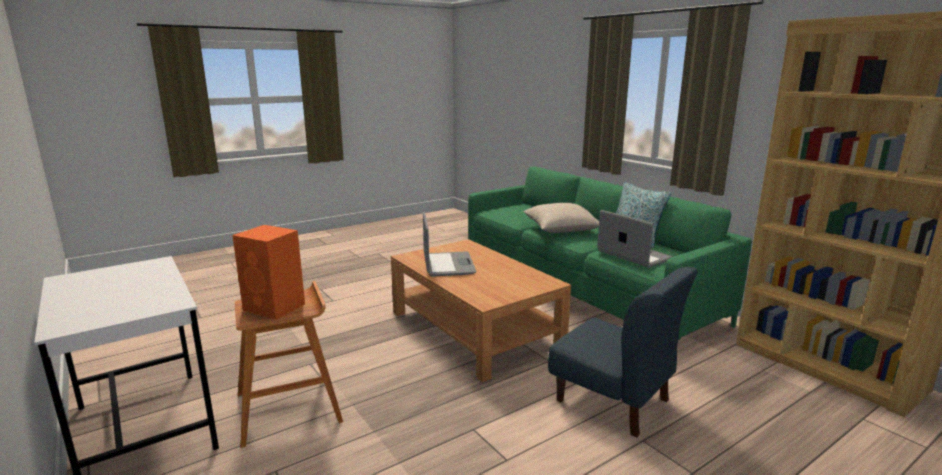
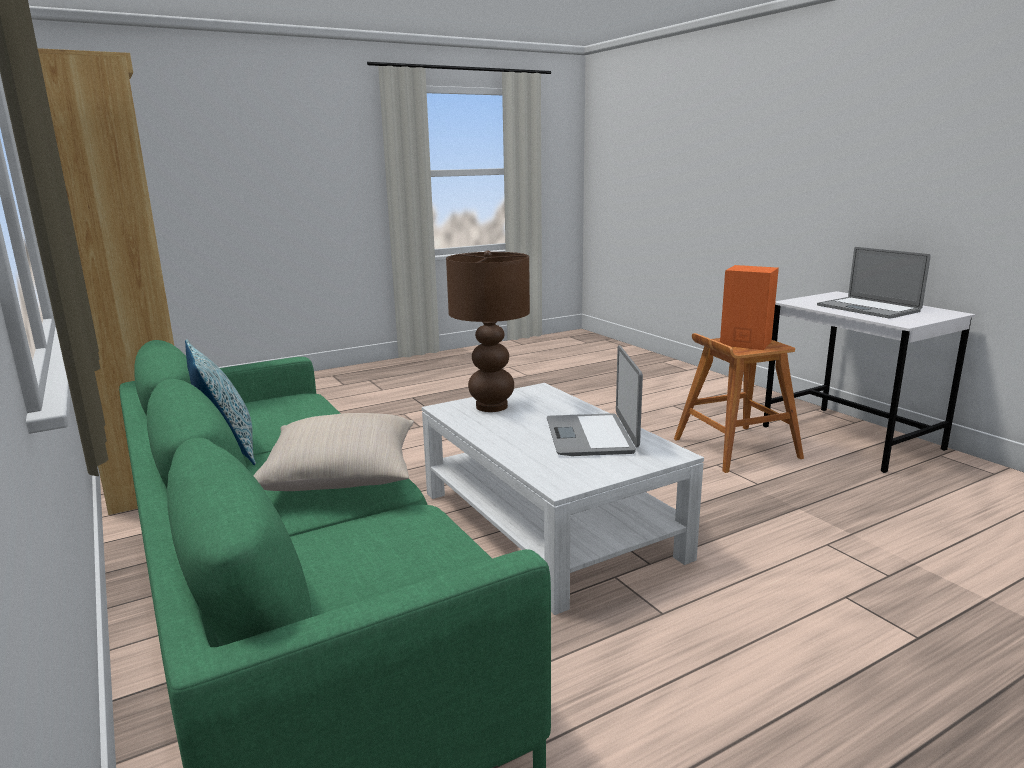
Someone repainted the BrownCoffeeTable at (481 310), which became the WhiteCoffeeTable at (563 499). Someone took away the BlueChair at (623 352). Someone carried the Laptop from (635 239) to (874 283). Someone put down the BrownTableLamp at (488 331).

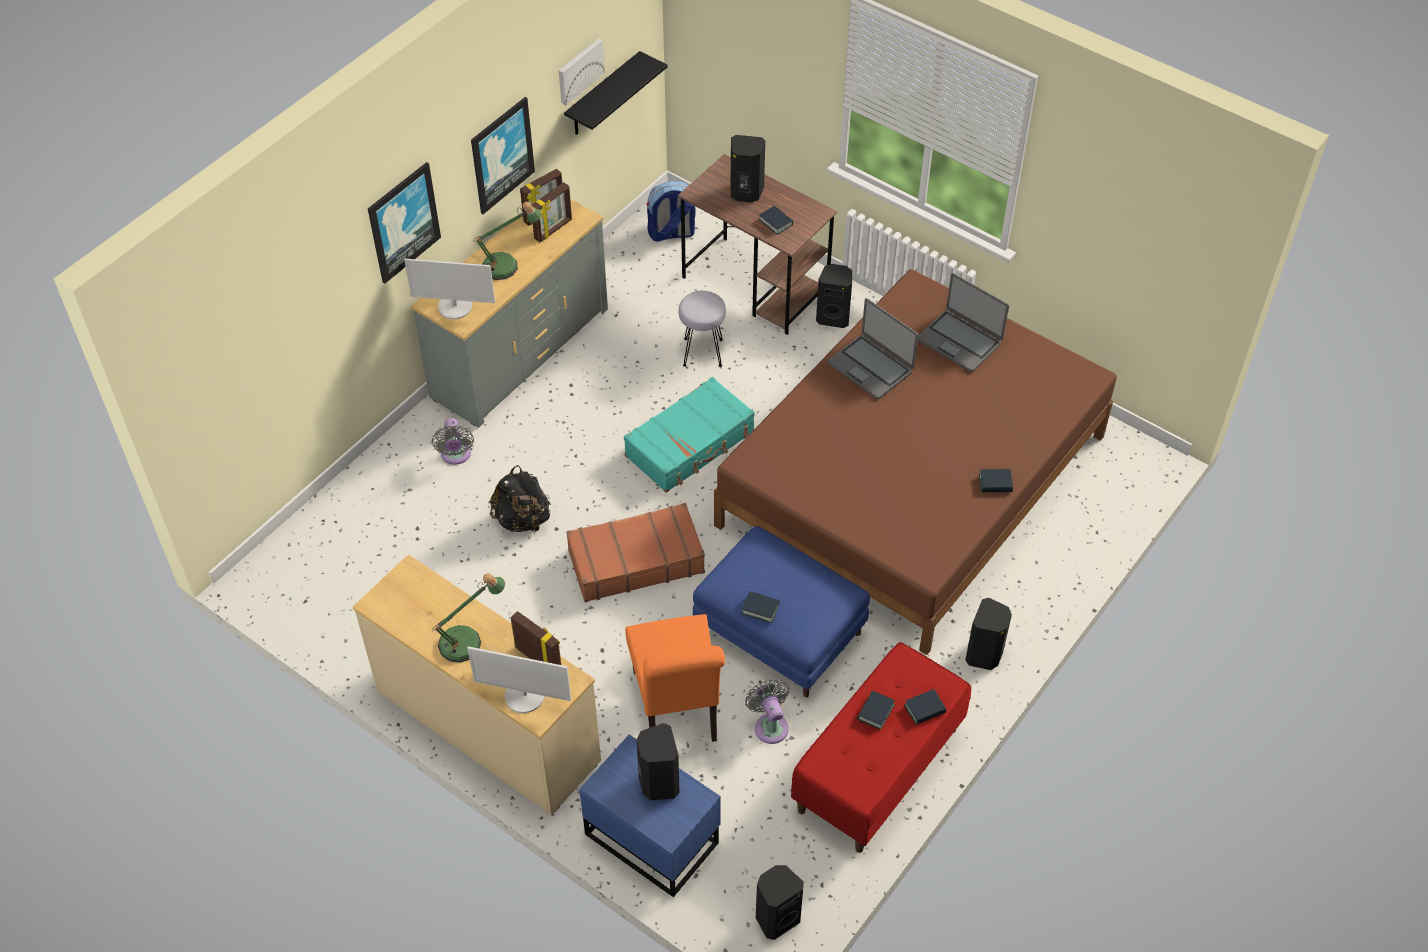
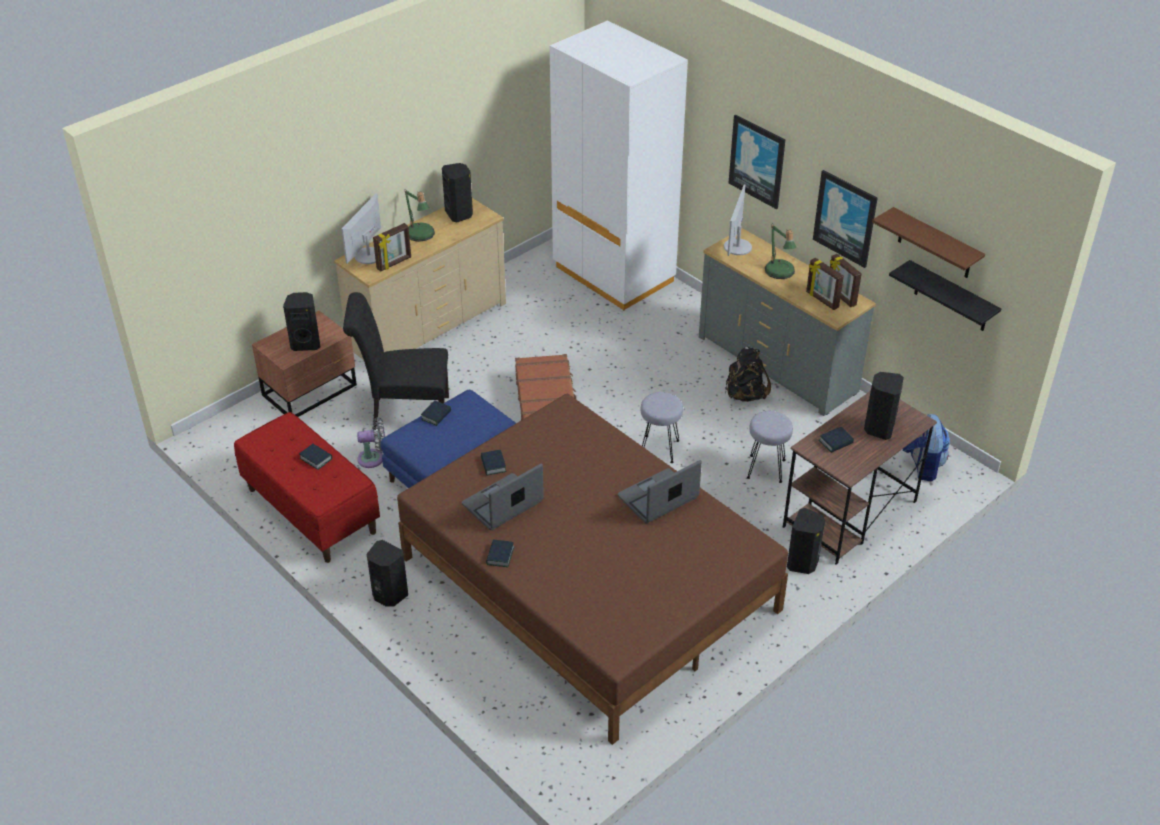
Someone took away the GreyFan at (453 441). Someone carried the BlackBackpack from (520 499) to (748 374). Someone swapped the Picture at (582 71) for the BrownShelf at (928 242). Someone repainted the BlueNightstand at (650 815), which became the BrownNightstand at (304 364). Someone swapped the TurquoiseSuitcase at (689 435) for the GreyStool at (662 427). Someone repainted the OrangeChair at (675 678), which became the BlackChair at (396 361). Someone carried the BlackSpeaker from (780 902) to (457 192). Someone carried the Book from (925 707) to (493 462). Someone carried the Laptop from (963 322) to (503 496). Someone put down the WhiteWardrobe at (619 165).

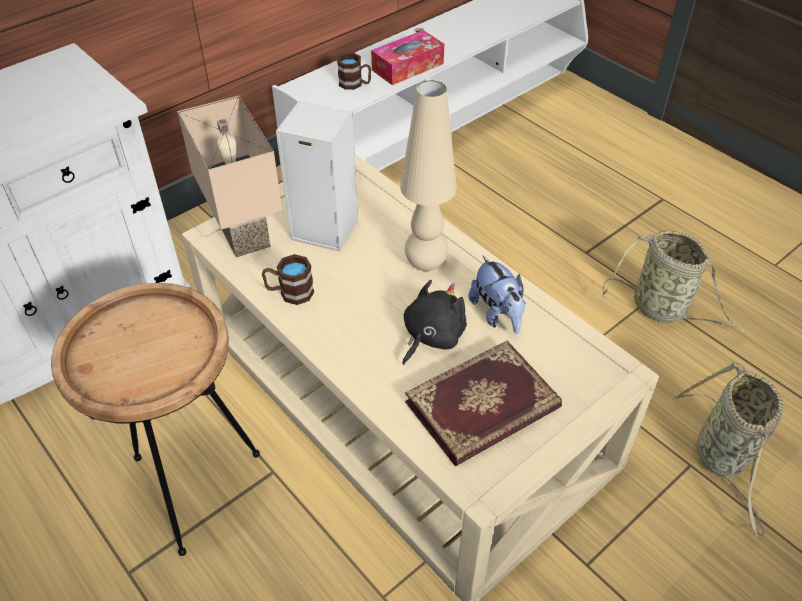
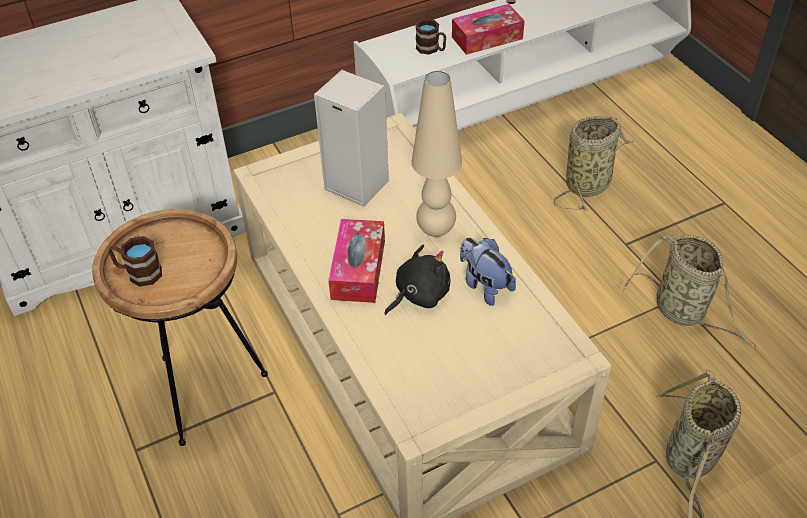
Someone took away the BeigeTableLamp at (229 177). Someone carried the BrownMug from (288 279) to (135 261). Someone took away the Book at (483 403). Someone rotated the PlushToy at (497 295) by 150 degrees clockwise. Someone put down the TissueBox at (356 261). Someone put down the Basket at (594 163).

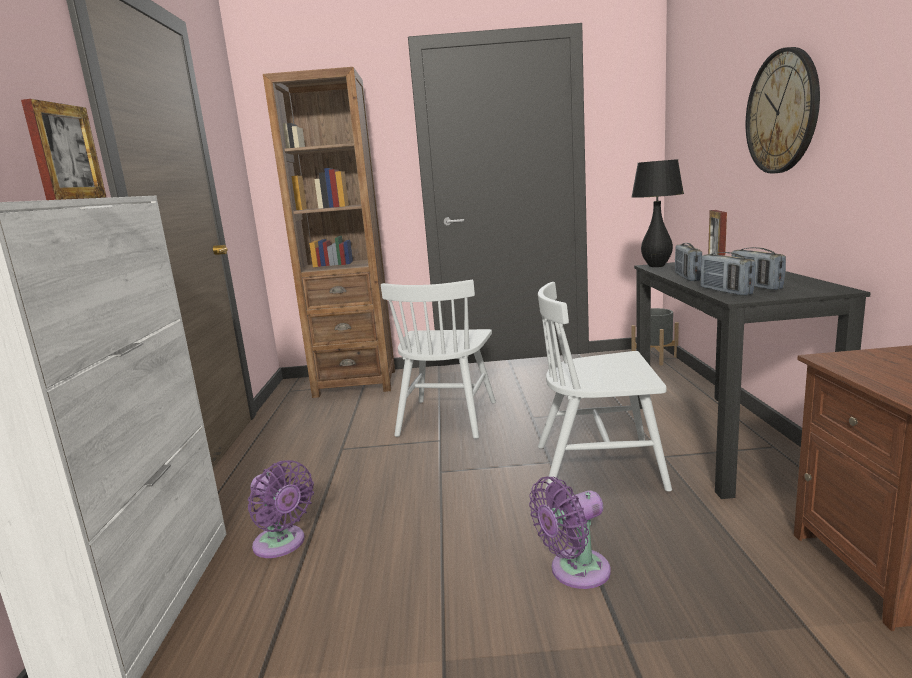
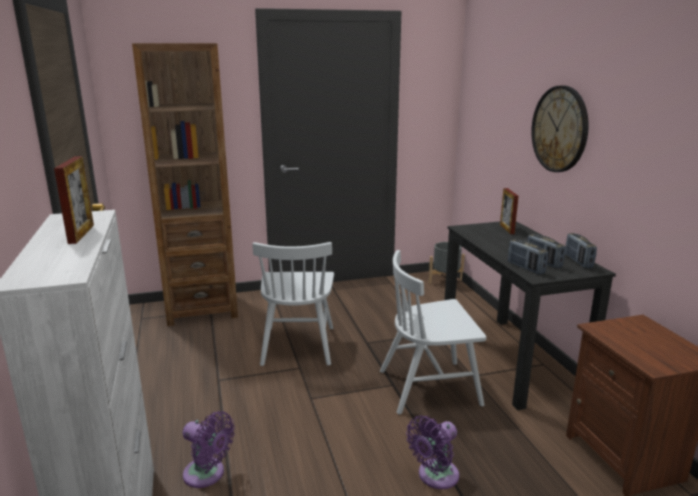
Someone took away the BlackTableLamp at (658 213). Someone carried the Radio from (688 262) to (581 250).

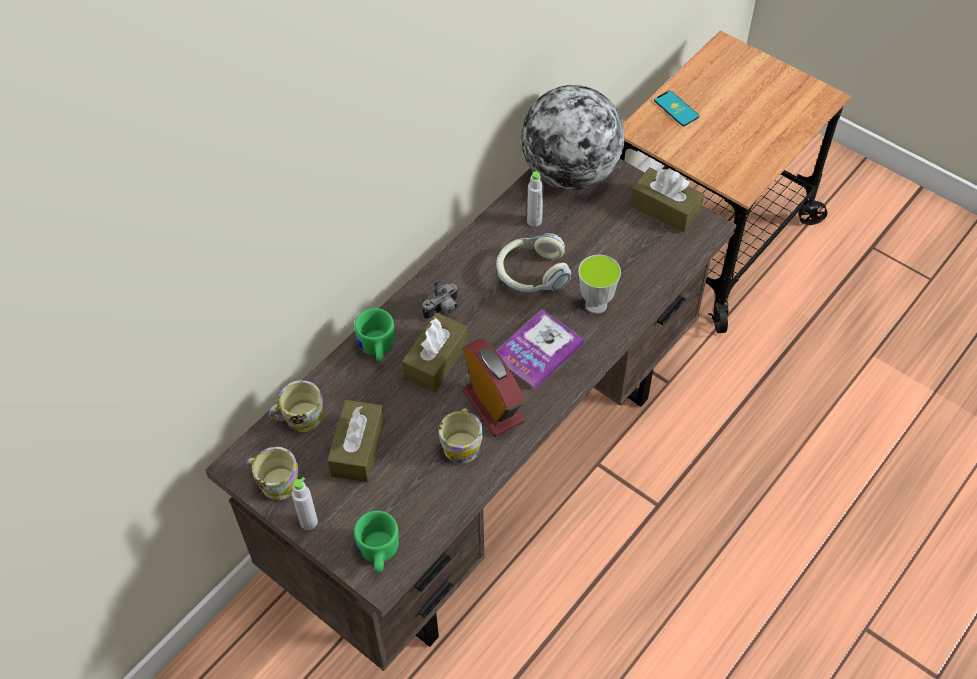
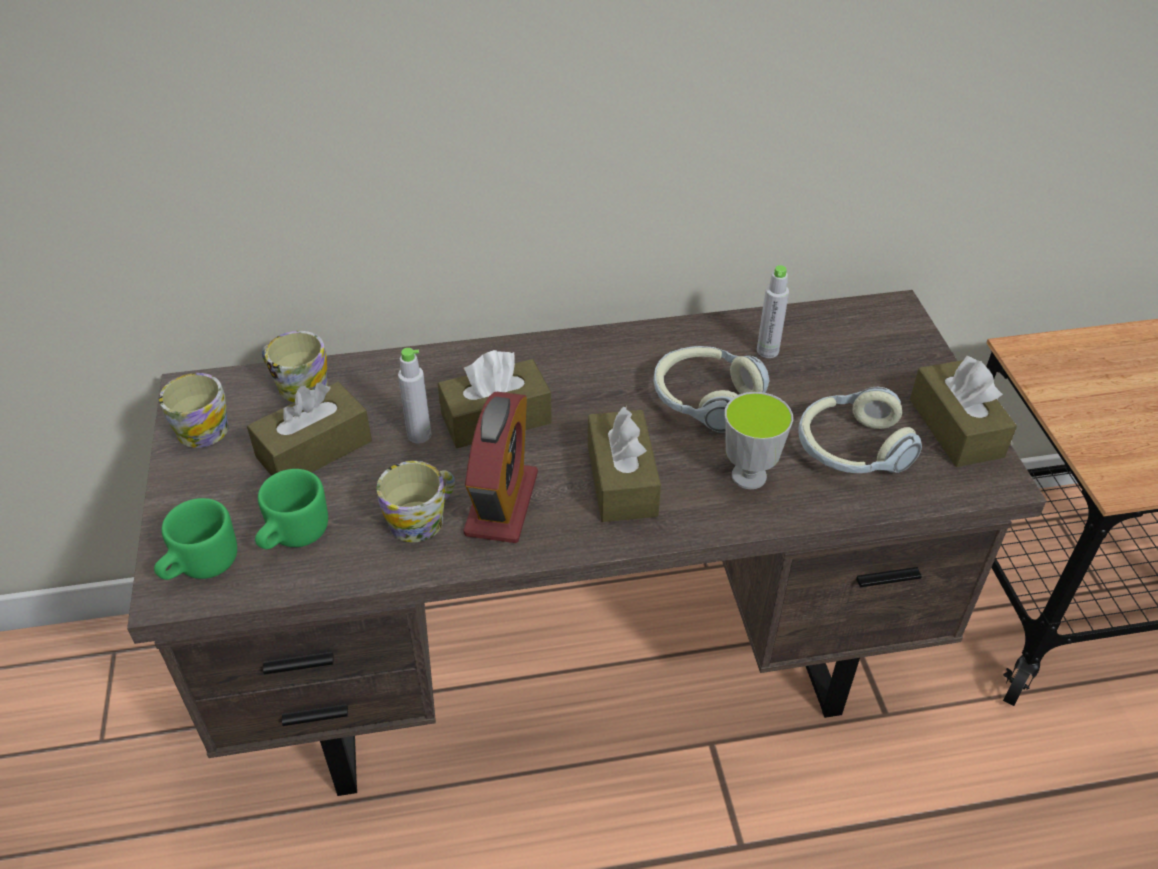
Someone carried the GreyBottle from (305 503) to (415 395). Someone carried the GreenMug from (374 334) to (291 509). Someone took away the PhotoCamera at (440 300). Someone swapped the Book at (540 349) for the BrownTissueBox at (624 464). Someone took away the Globe at (573 137). Someone took away the Phone at (676 108). Someone put down the Headphones at (860 430).

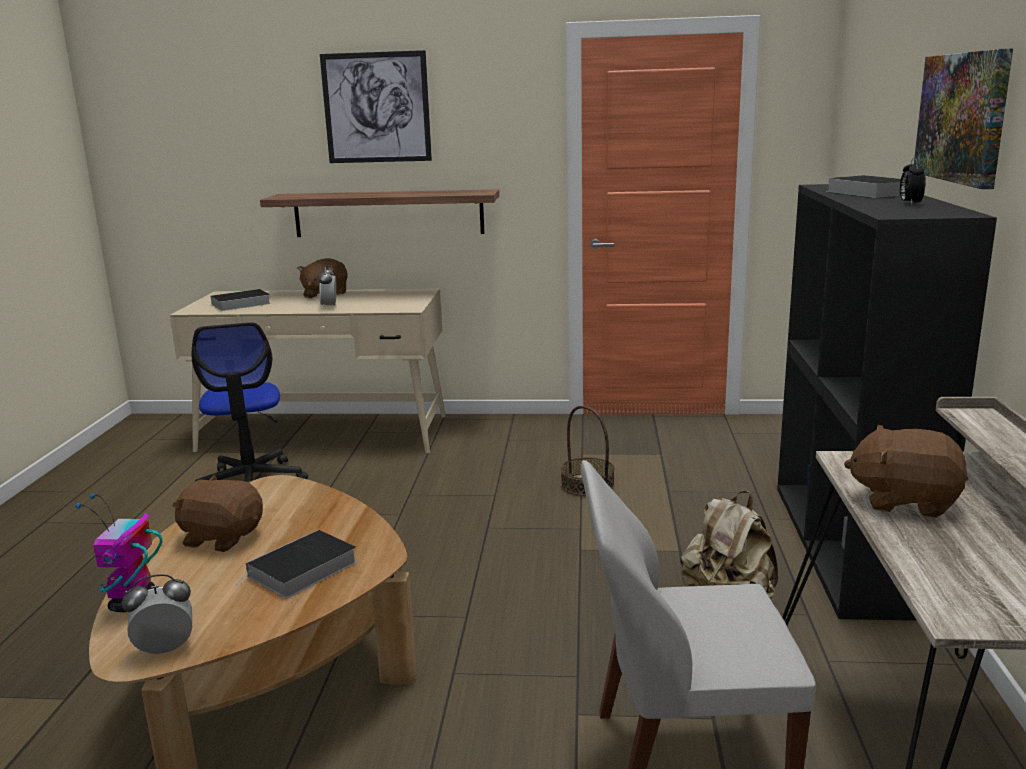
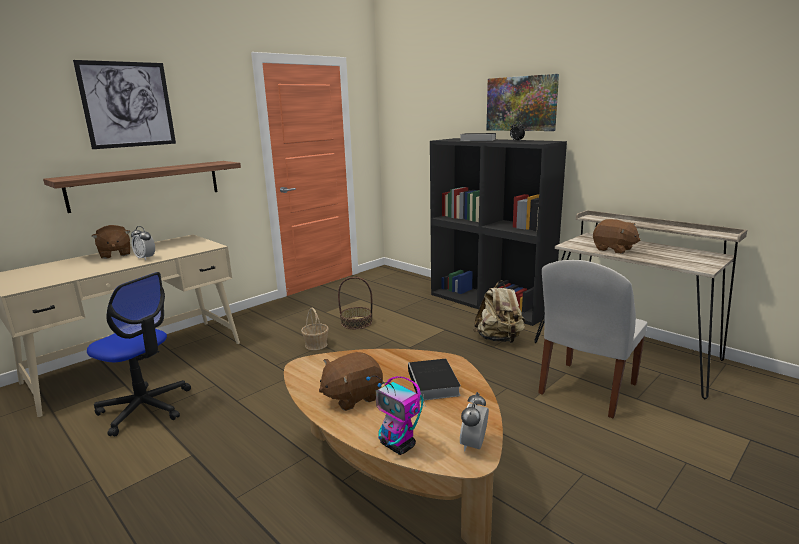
Someone took away the Book at (237 300). Someone rotated the BrownPlushToy at (906 471) by 105 degrees counterclockwise. Someone put down the Basket at (315 329).

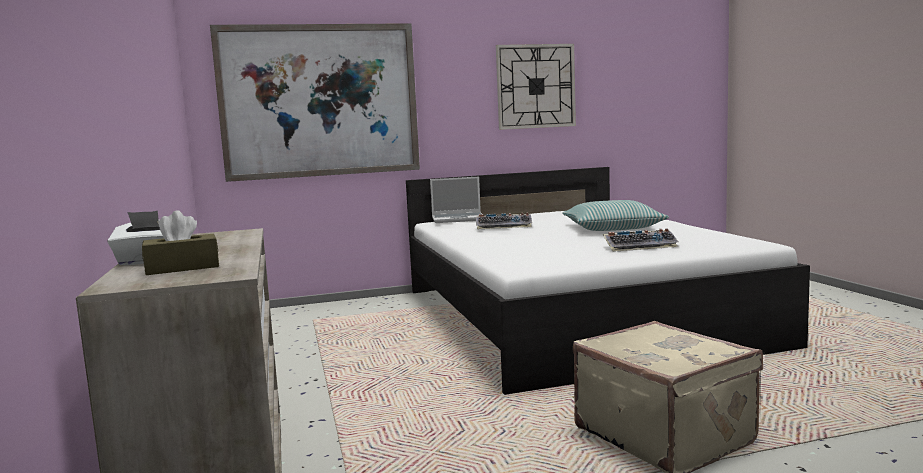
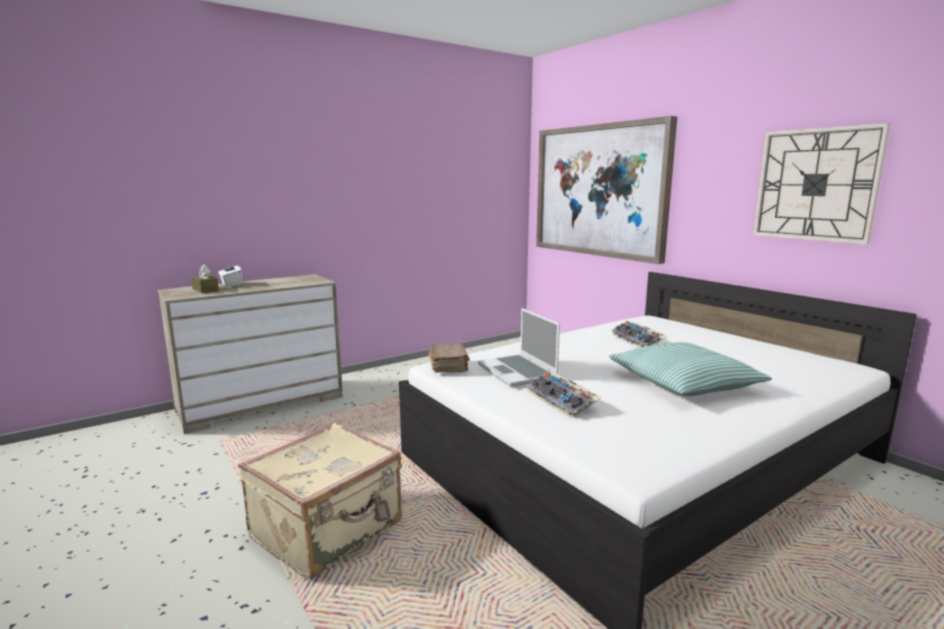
Someone carried the Laptop from (456 199) to (519 347). Someone put down the BrownBook at (449 358).

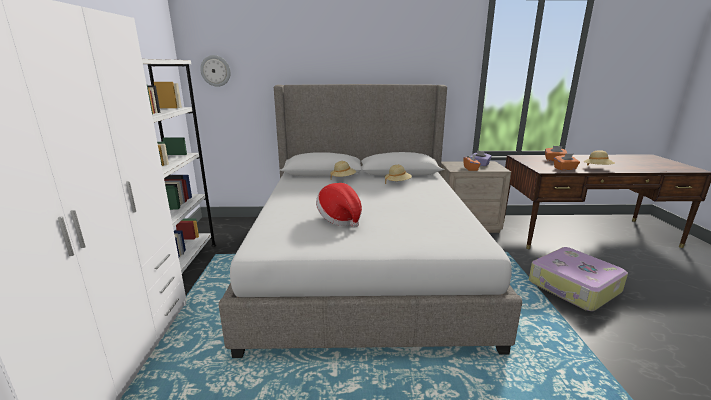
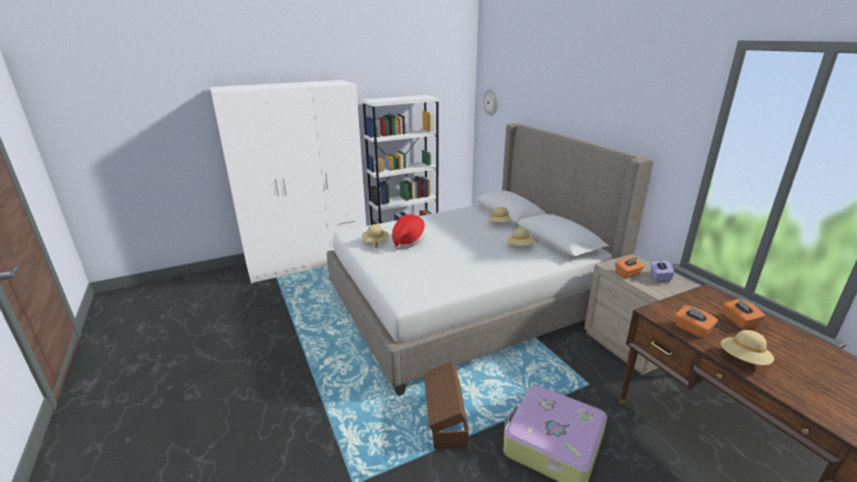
Someone put down the BeigeHat at (375 236). Someone put down the BrownStorageBox at (446 405).

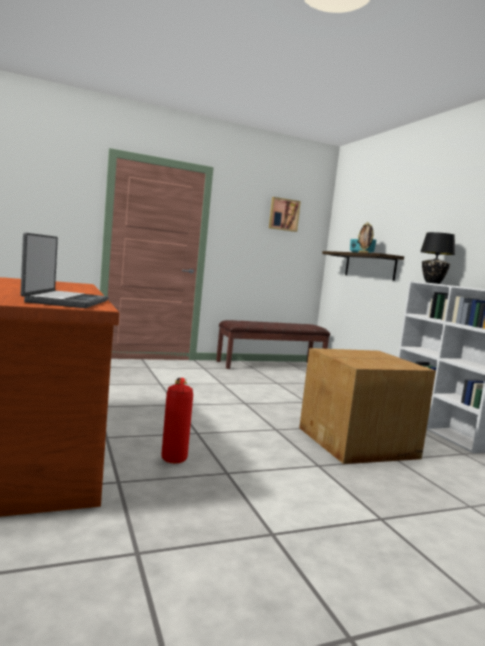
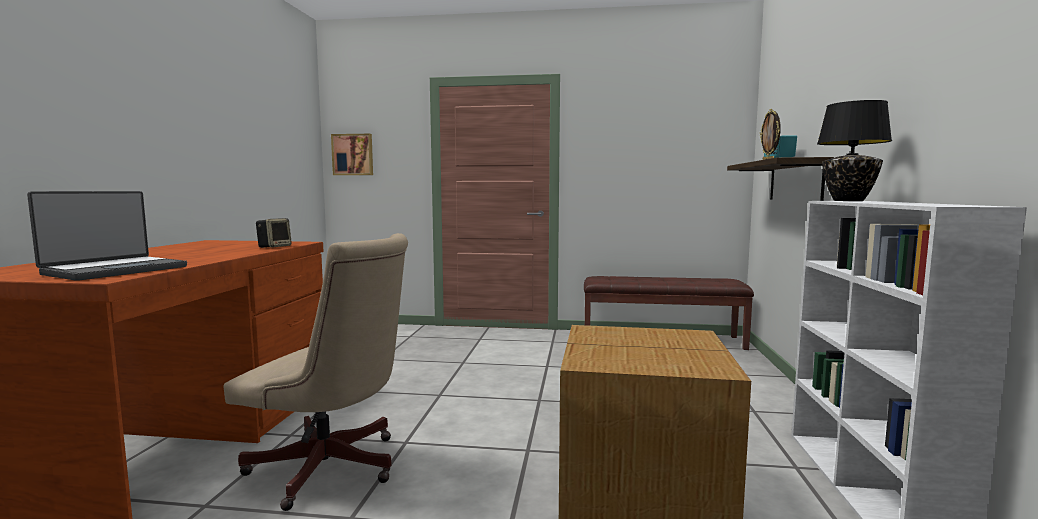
Someone swapped the FireExtinguisher at (177 420) for the BeigeOfficeChair at (315 372). Someone carried the Picture from (285 214) to (352 154). Someone put down the Speaker at (274 233).

